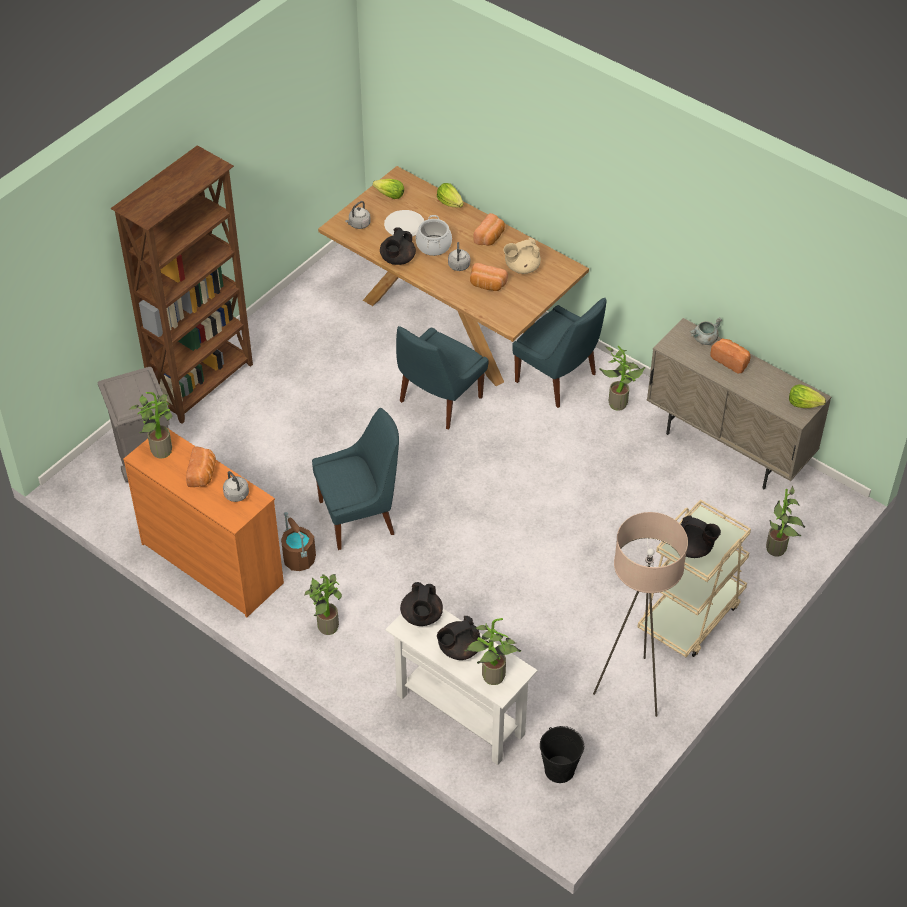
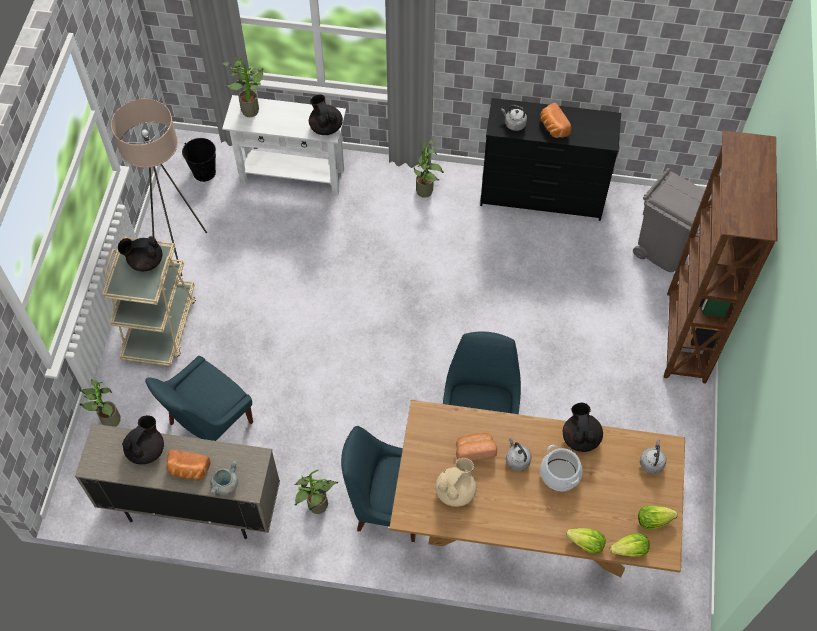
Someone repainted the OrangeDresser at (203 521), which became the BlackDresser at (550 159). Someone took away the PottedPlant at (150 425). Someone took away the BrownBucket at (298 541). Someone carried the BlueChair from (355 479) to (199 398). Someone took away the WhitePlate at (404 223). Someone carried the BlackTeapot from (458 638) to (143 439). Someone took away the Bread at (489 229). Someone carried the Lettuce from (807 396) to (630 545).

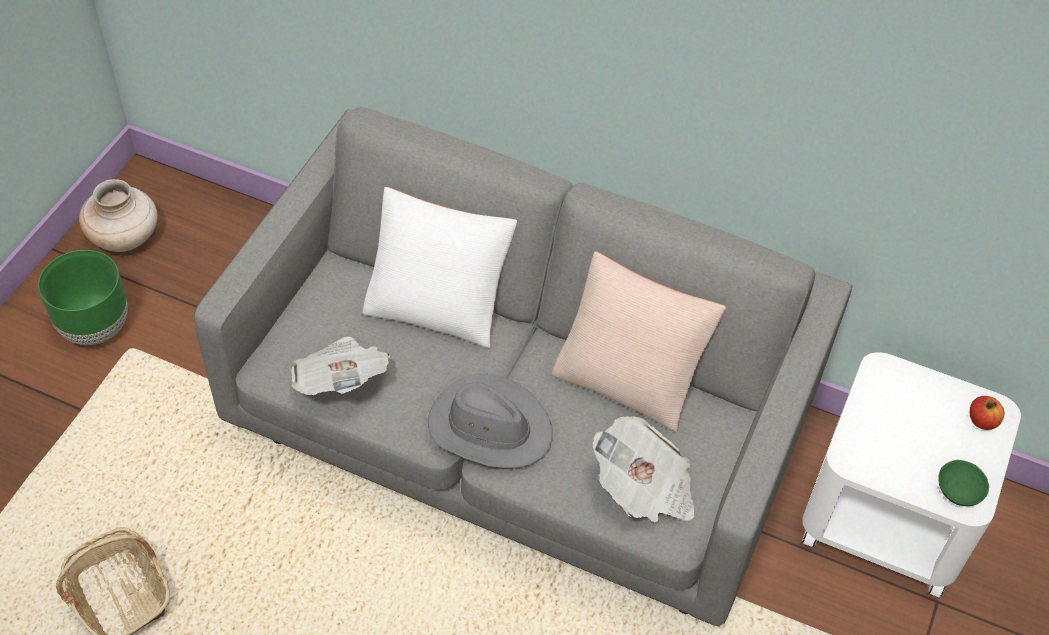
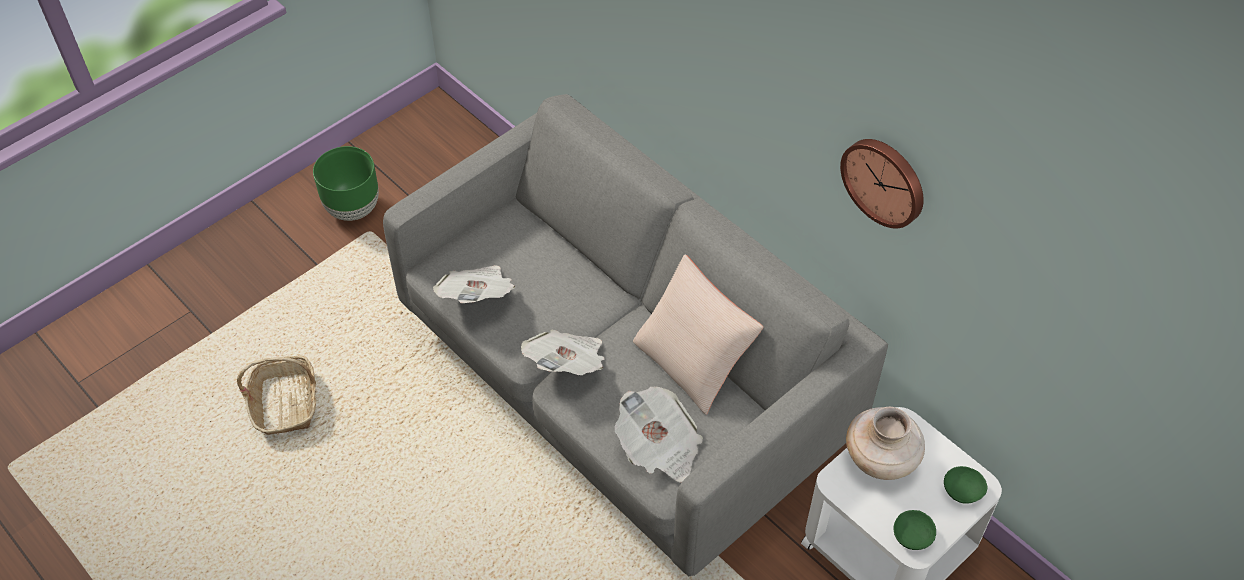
Someone carried the BeigeVase from (118 215) to (885 443). Someone took away the WhitePillow at (440 267). Someone swapped the GreyHat at (490 420) for the Newspaper at (563 352). Someone swapped the Apple at (987 413) for the GreenBowl at (965 485). Someone put up the WallClock at (882 183).

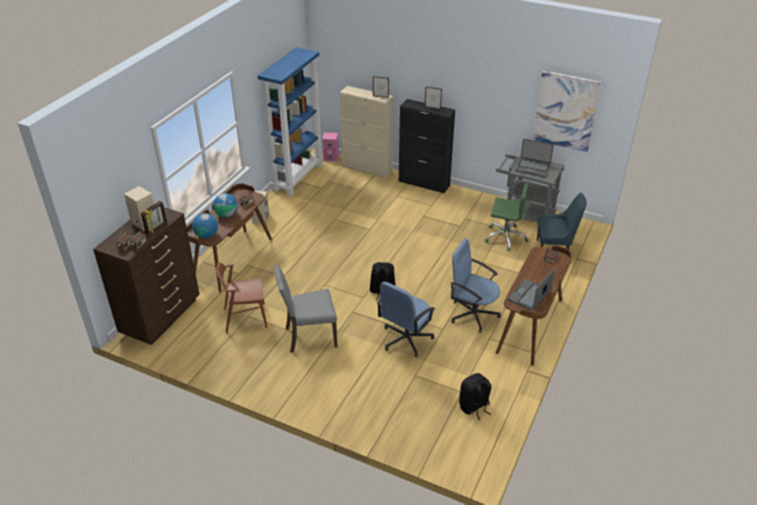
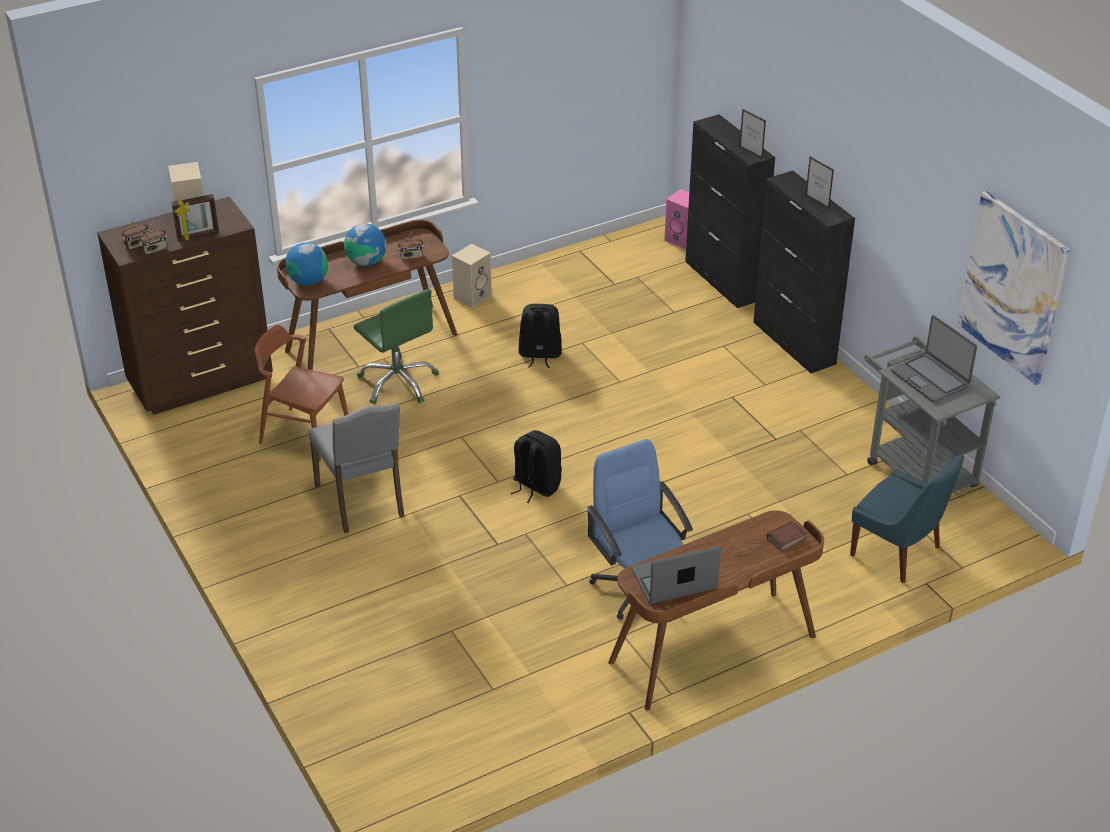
Someone took away the BlueBookcase at (290 121). Someone rotated the GreyChair at (305 309) by 135 degrees counterclockwise. Someone repainted the BeigeCabinet at (366 132), which became the BlackCabinet at (730 211). Someone took away the BlueOfficeChair at (406 319). Someone carried the BlackBackpack from (475 396) to (540 336). Someone carried the GreenOfficeChair from (506 216) to (396 346).

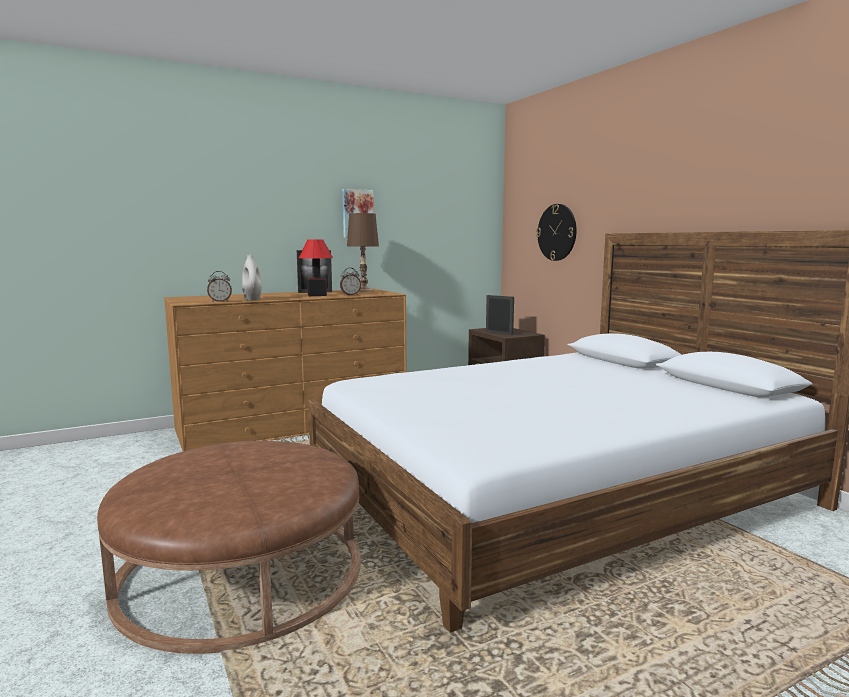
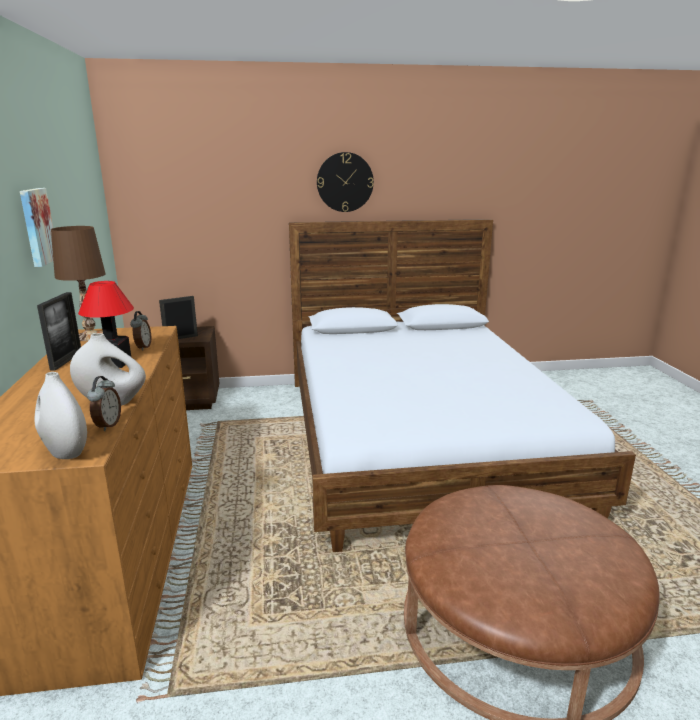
Someone carried the WallClock from (556 232) to (345 182). Someone put down the WhiteVase at (61 415).

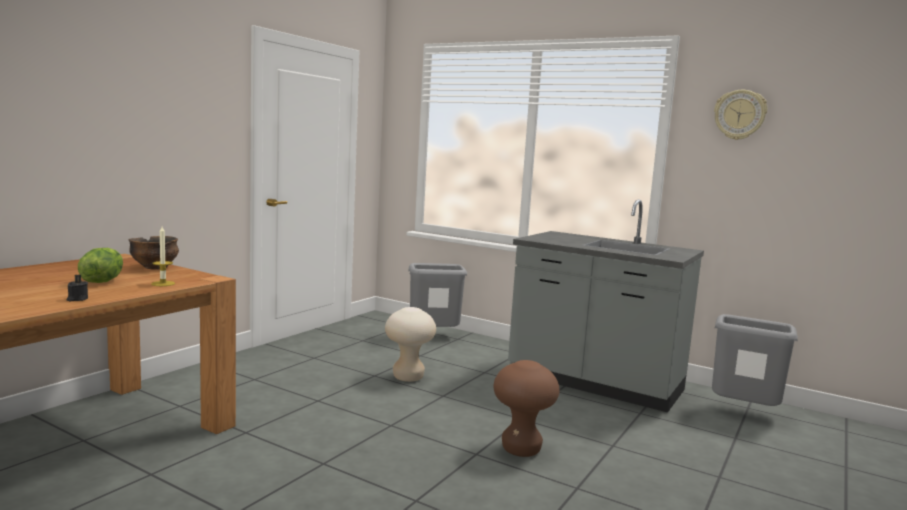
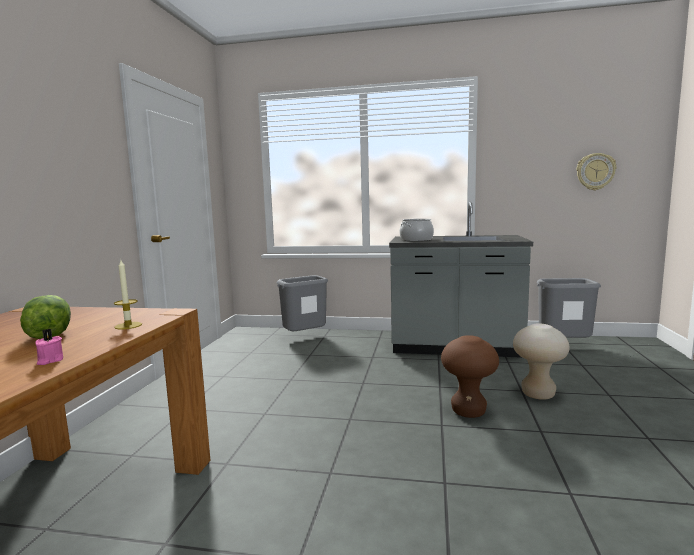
Someone repainted the BlackCandle at (77 288), which became the PinkCandle at (49 347). Someone took away the Bowl at (154 253). Someone carried the BeigeStool from (410 344) to (541 361). Someone carried the WallClock from (740 115) to (596 171). Someone put down the CookingPot at (417 230).

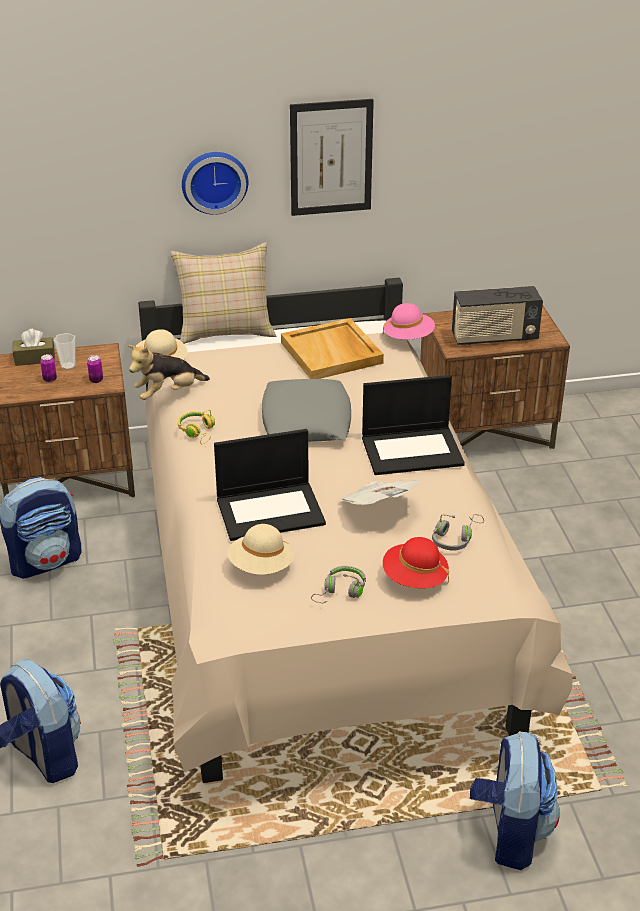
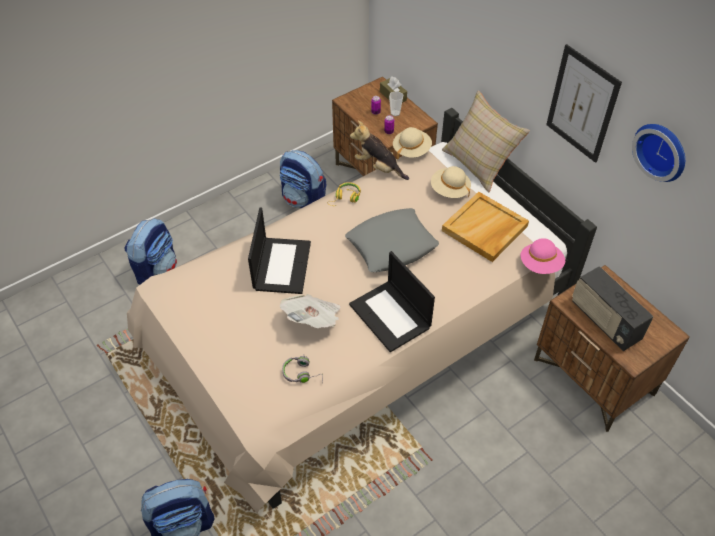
Someone carried the WallClock from (215 183) to (658 153). Someone rotated the Laptop at (270 485) by 135 degrees counterclockwise. Someone carried the BeigeHat from (261 549) to (451 182). Someone took away the GreyHeadphones at (338 584). Someone took away the RedHat at (416 562).

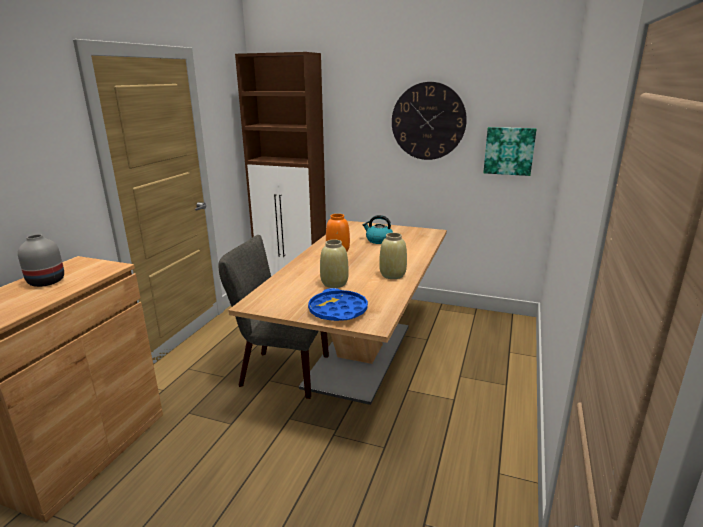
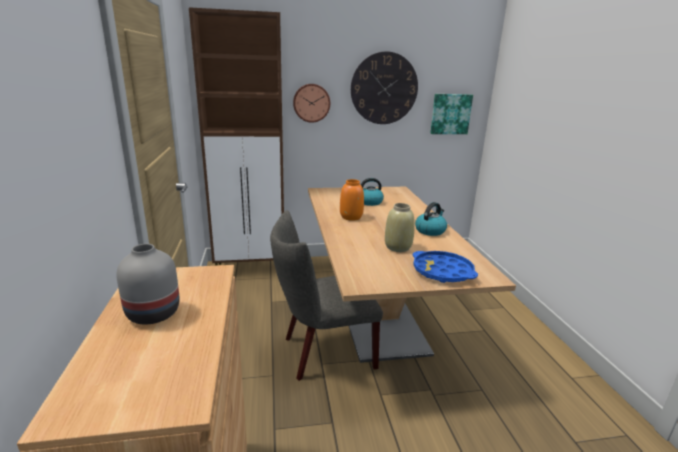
Someone swapped the BeigeVase at (393 256) for the Kettle at (431 219). Someone put up the WallClock at (311 103).

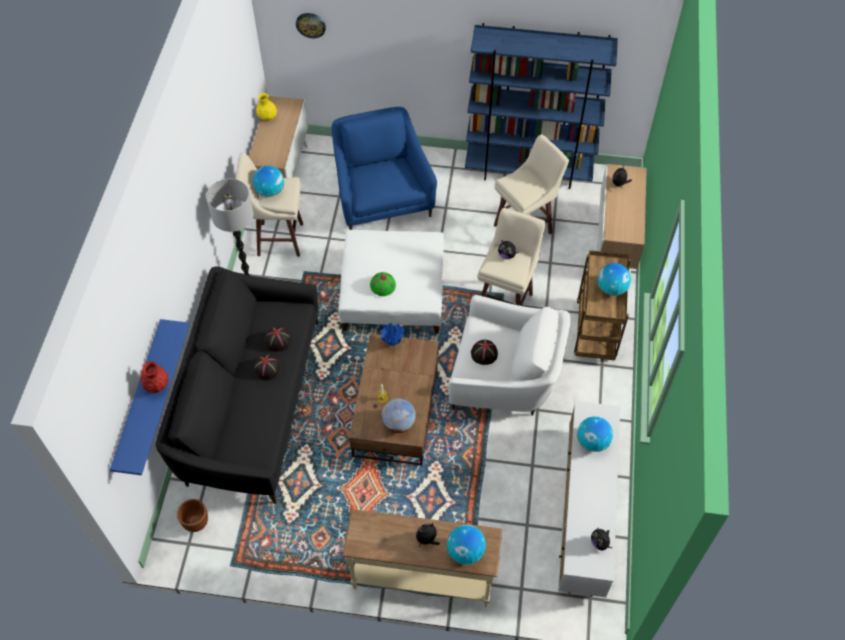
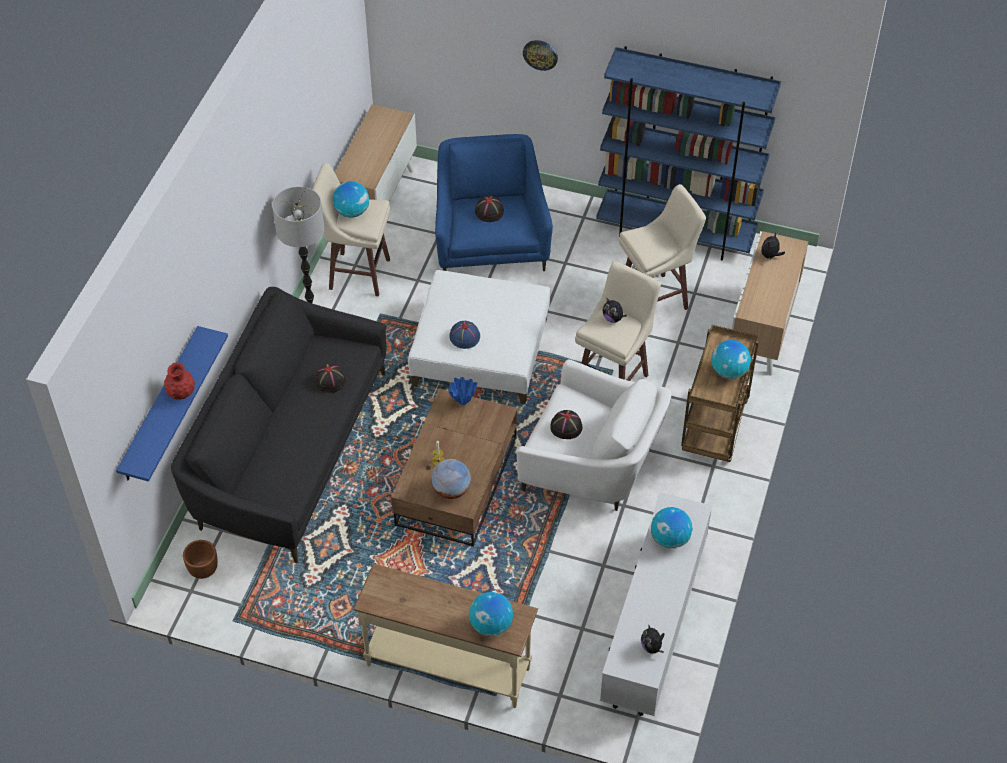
Someone carried the BlackHat from (267 367) to (489 209). Someone took away the YellowVase at (266 107). Someone carried the WallClock from (311 26) to (540 55). Someone repainted the GreenHat at (383 284), which became the BlueHat at (465 335). Someone took away the PlushToy at (428 534).

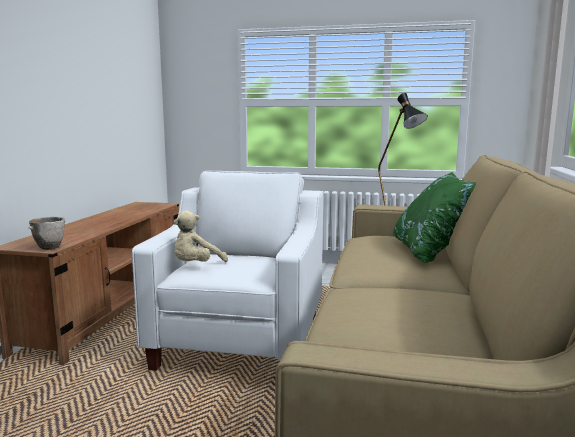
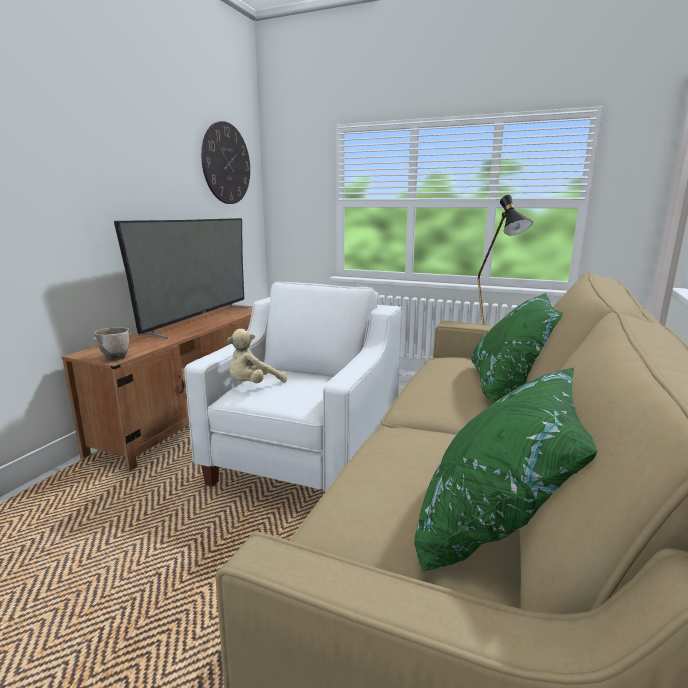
Someone put down the Television at (181 278). Someone put up the WallClock at (225 162). Someone put down the GreenPillow at (506 470).

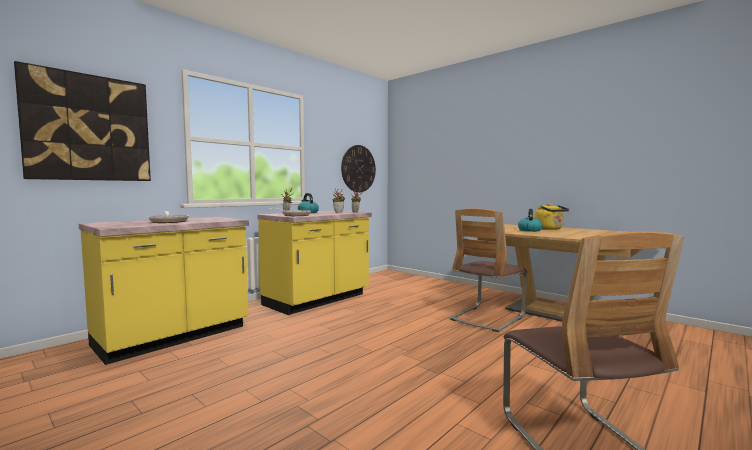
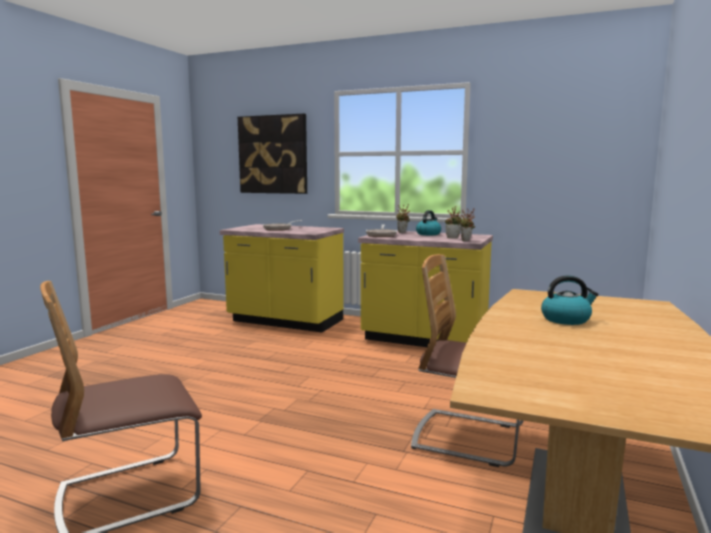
Someone took away the WallClock at (358 168). Someone took away the YellowKettle at (551 217).

